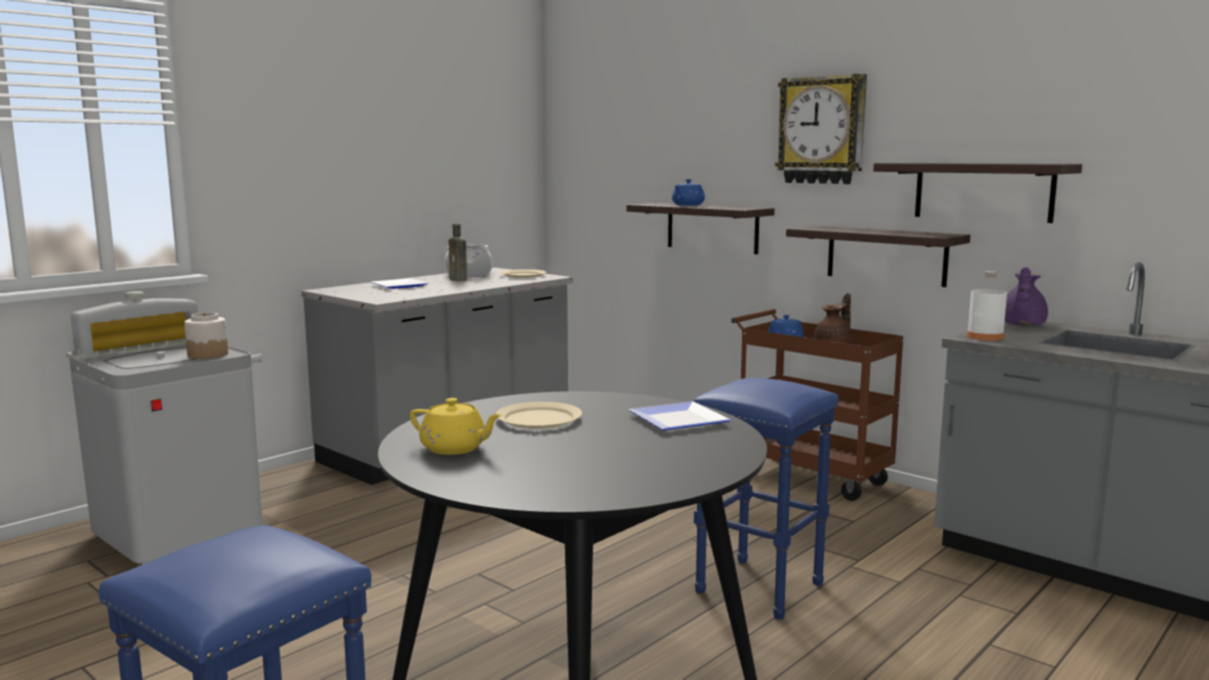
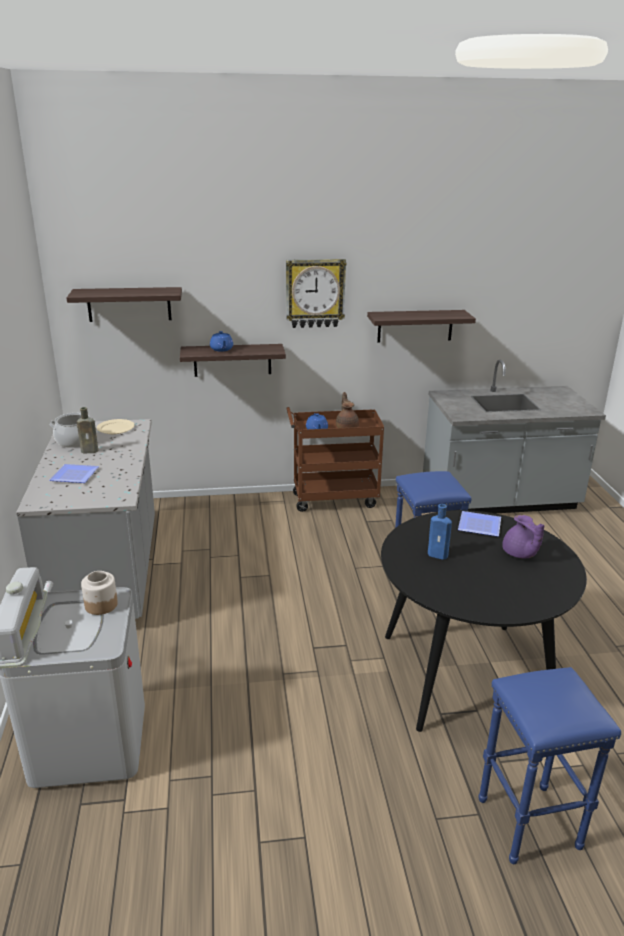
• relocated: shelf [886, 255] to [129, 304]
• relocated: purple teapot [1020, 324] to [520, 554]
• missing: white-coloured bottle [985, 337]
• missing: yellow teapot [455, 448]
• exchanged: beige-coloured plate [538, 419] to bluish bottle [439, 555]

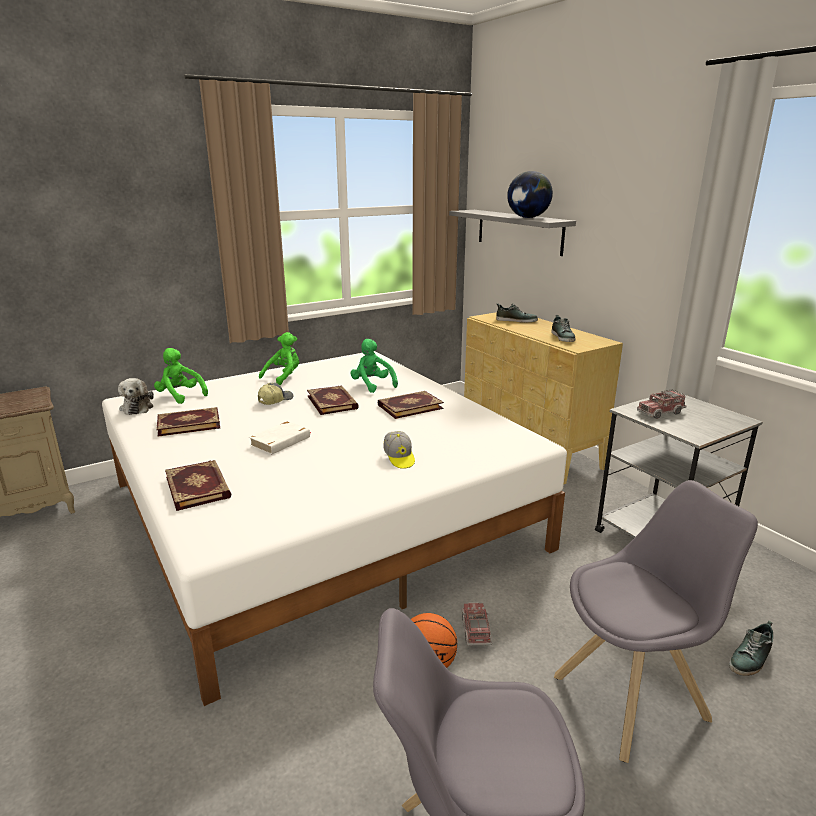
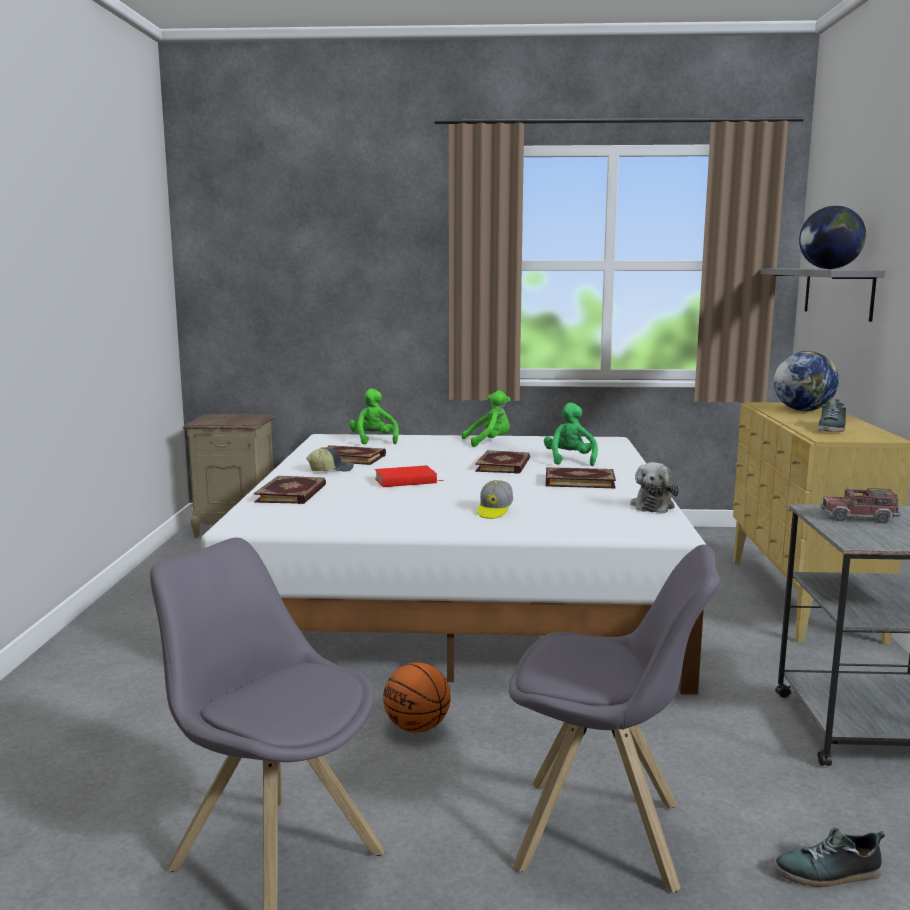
• exchanged: shoe [516, 320] to globe [803, 410]
• relocated: plush toy [137, 407] to [653, 505]
• relocated: baseball cap [275, 400] to [331, 469]
• colour: white-coloured bound book [280, 441] to reddish bound book [406, 481]
• missing: toy truck [475, 630]

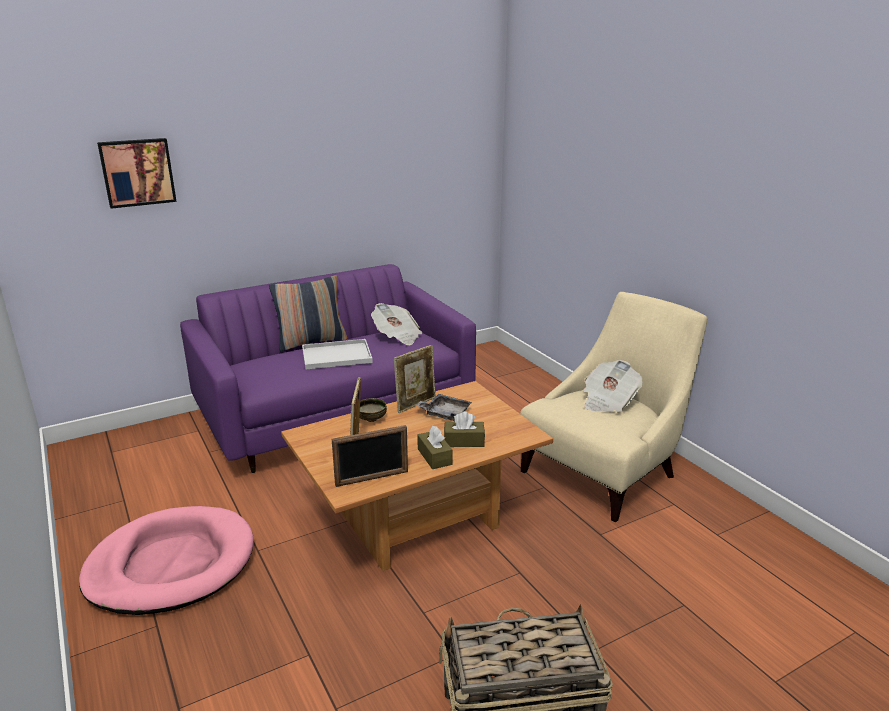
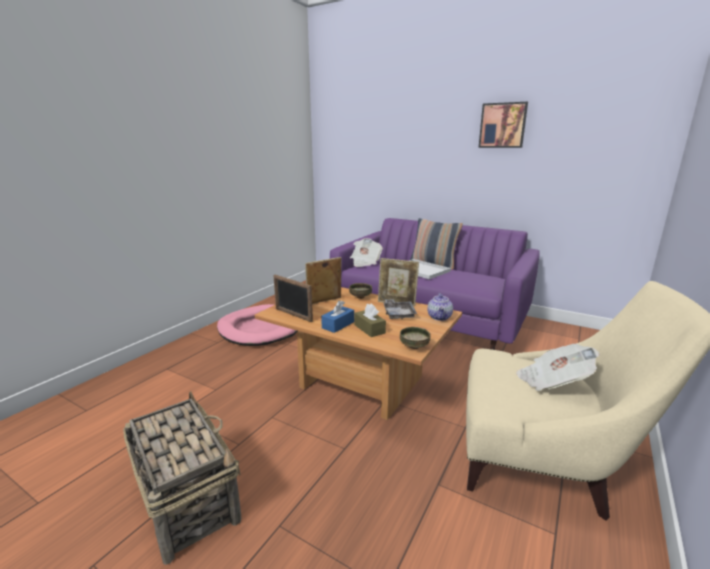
• relocated: wall art [137, 172] to [503, 125]
• relocated: newspaper [397, 336] to [364, 262]
• colour: brownish tissue box [434, 456] to bluish tissue box [338, 325]
• appeared: teapot [440, 317]
• appeared: bowl [414, 346]

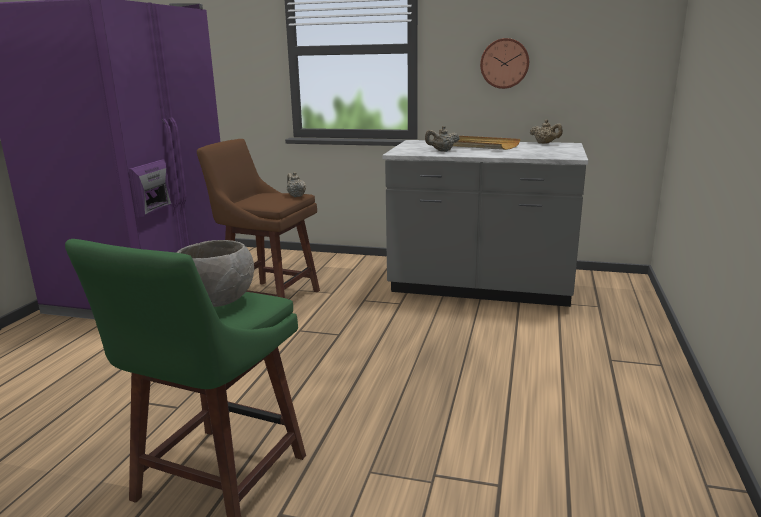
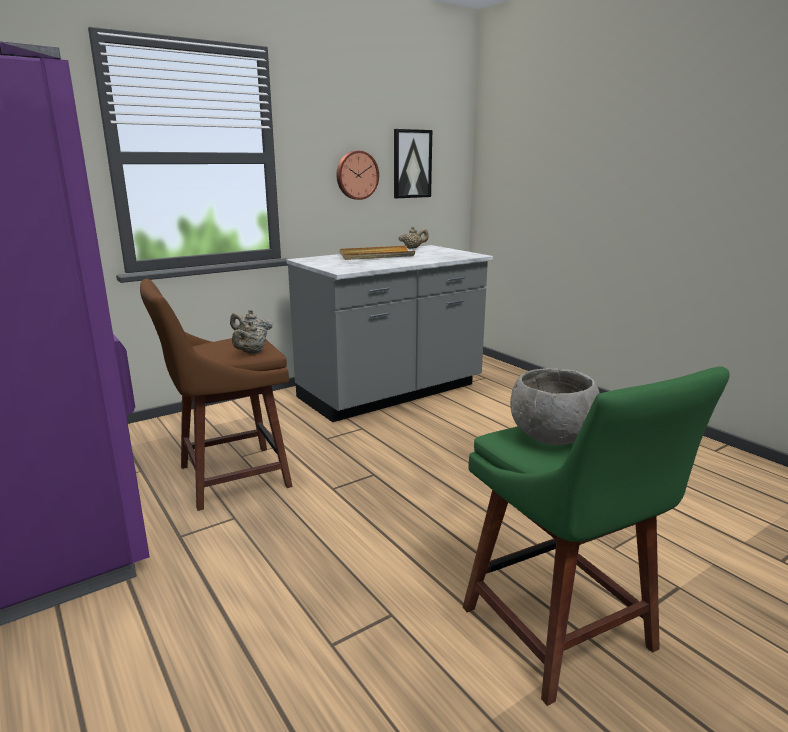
• relocated: beige-coloured teapot [442, 151] to [251, 353]
• appeared: wall art [412, 164]

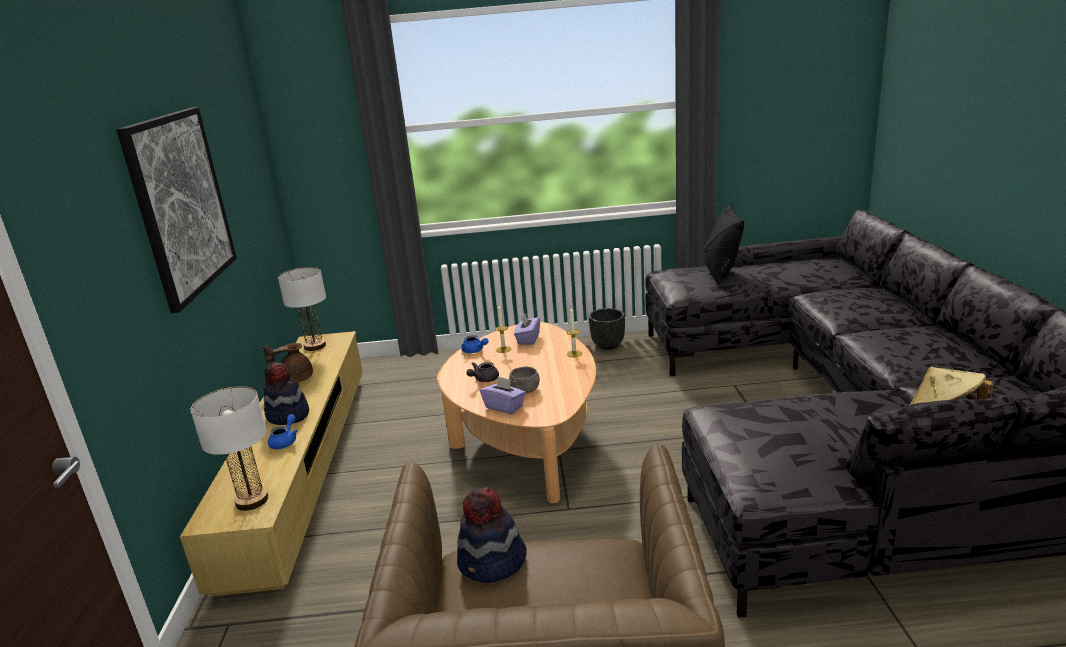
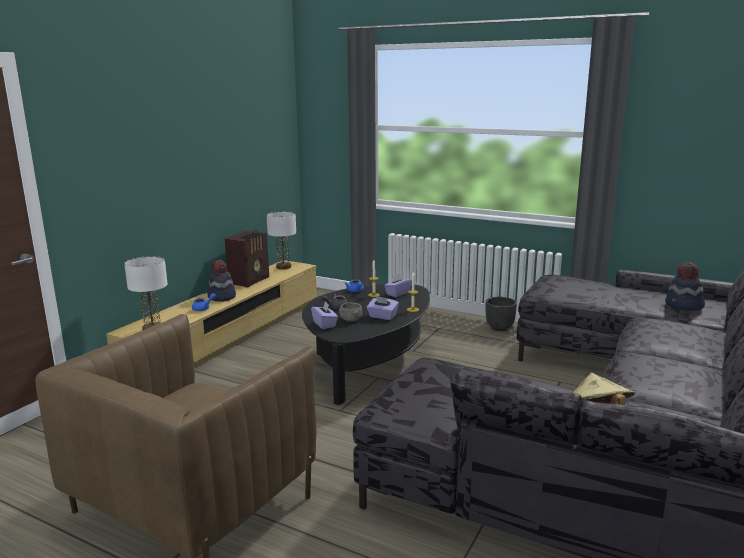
• missing: wall art [181, 204]
• missing: black throw pillow [721, 273]
• colour: beige-coloured lounge table [527, 438] to black lounge table [368, 364]
• exchanged: brownish teapot [295, 379] to radio set [250, 280]
• relocated: clothing hat [492, 563] to [684, 306]
• appeared: purple tissue box [382, 316]

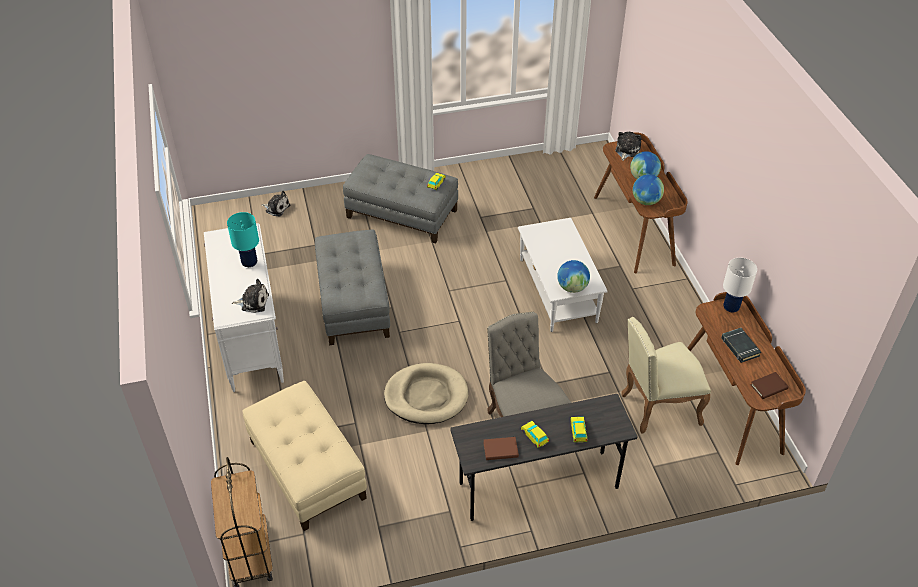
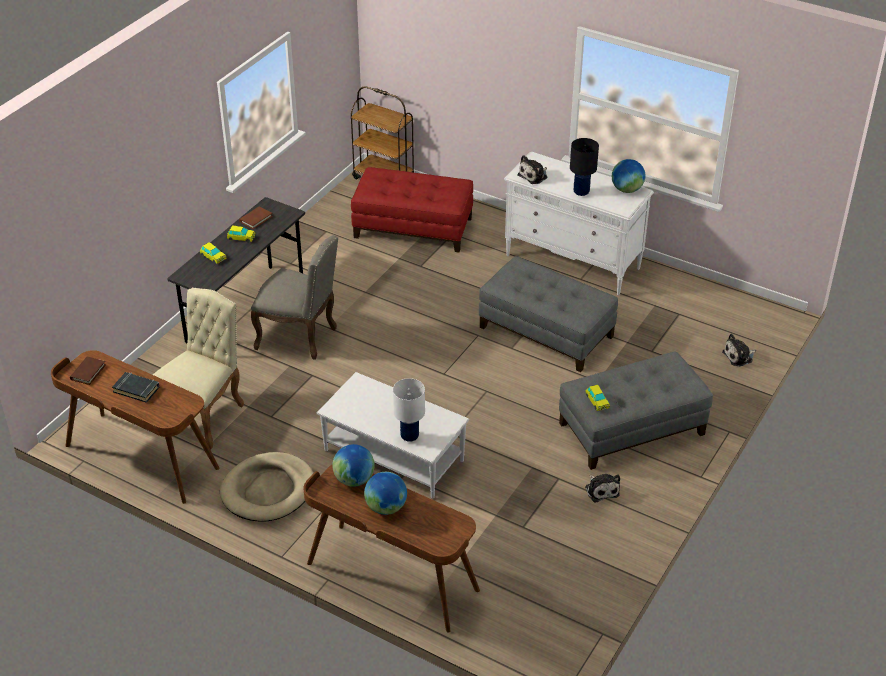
• relocated: plush toy [626, 150] to [601, 490]
• colour: blue-green table lamp [249, 263] to black table lamp [581, 193]
• relocated: white-coloured table lamp [731, 308] to [409, 437]
• relocated: globe [572, 287] to [627, 190]
• relocated: beige-coloured pet bed [426, 396] to [268, 490]
• colour: beige-coloured pouffe [306, 469] to reddish pouffe [413, 227]

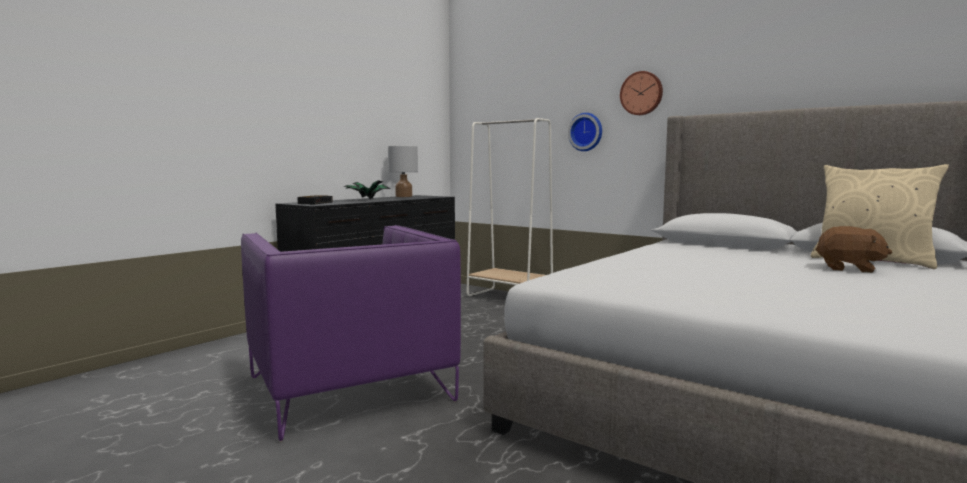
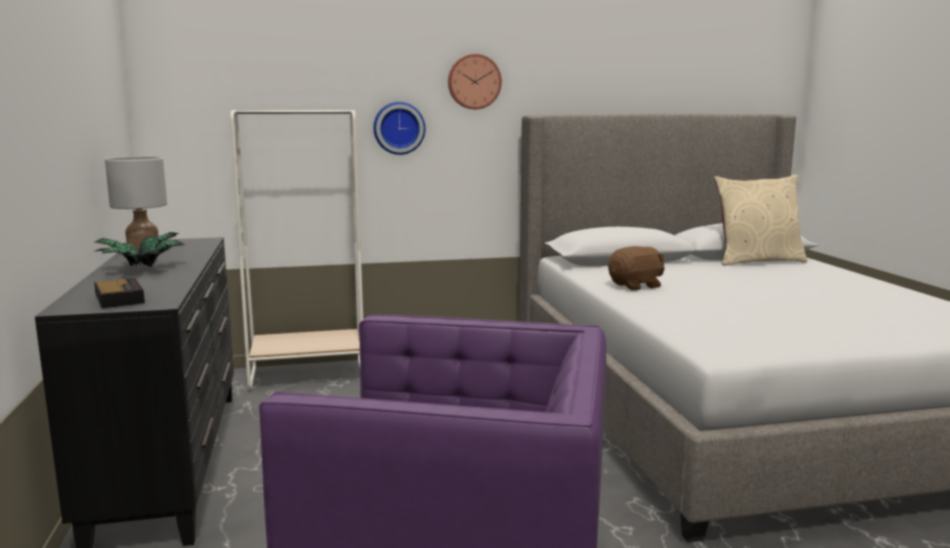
• relocated: brownish plush toy [849, 269] to [636, 286]

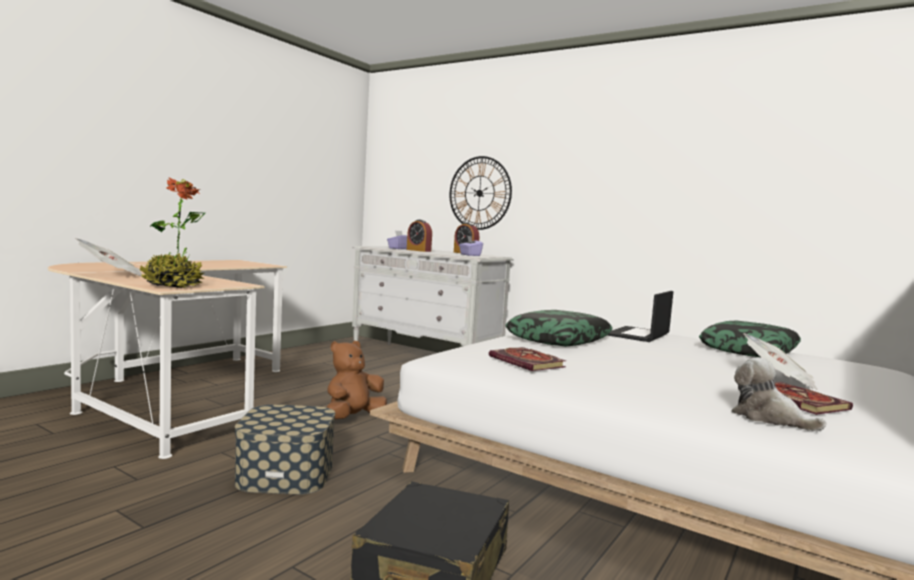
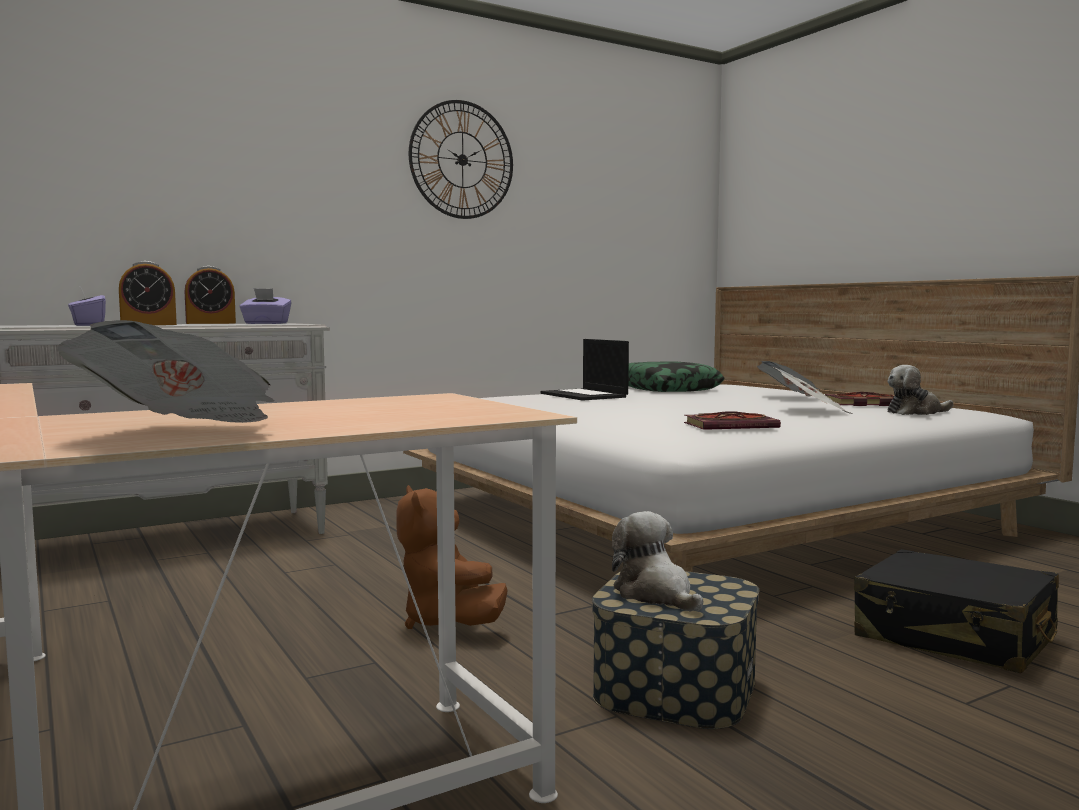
• relocated: wall clock [479, 193] to [462, 160]
• missing: potted plant [173, 285]
• missing: throw pillow [559, 339]
• appeared: newspaper [812, 411]
• appeared: plush toy [656, 595]

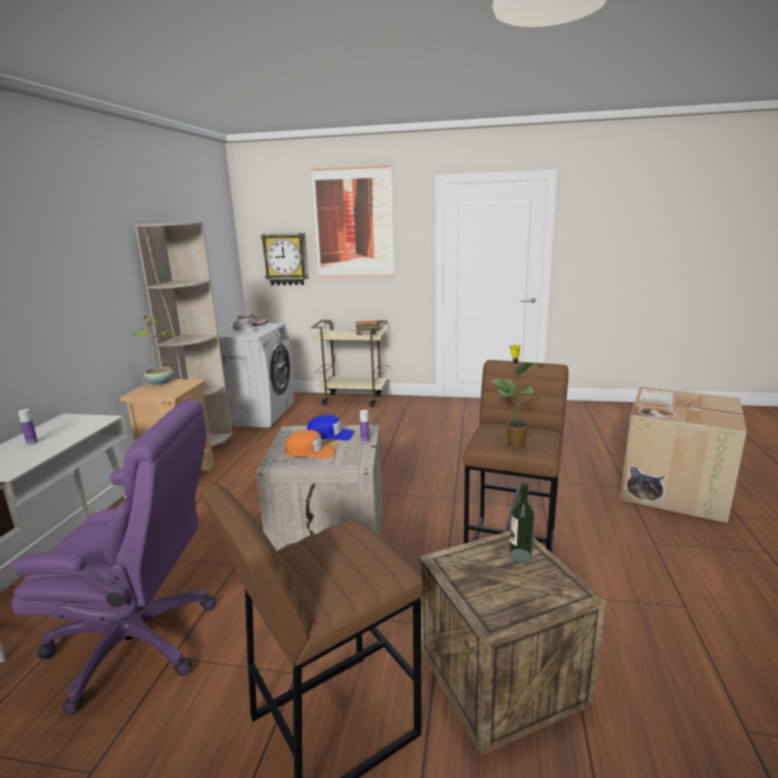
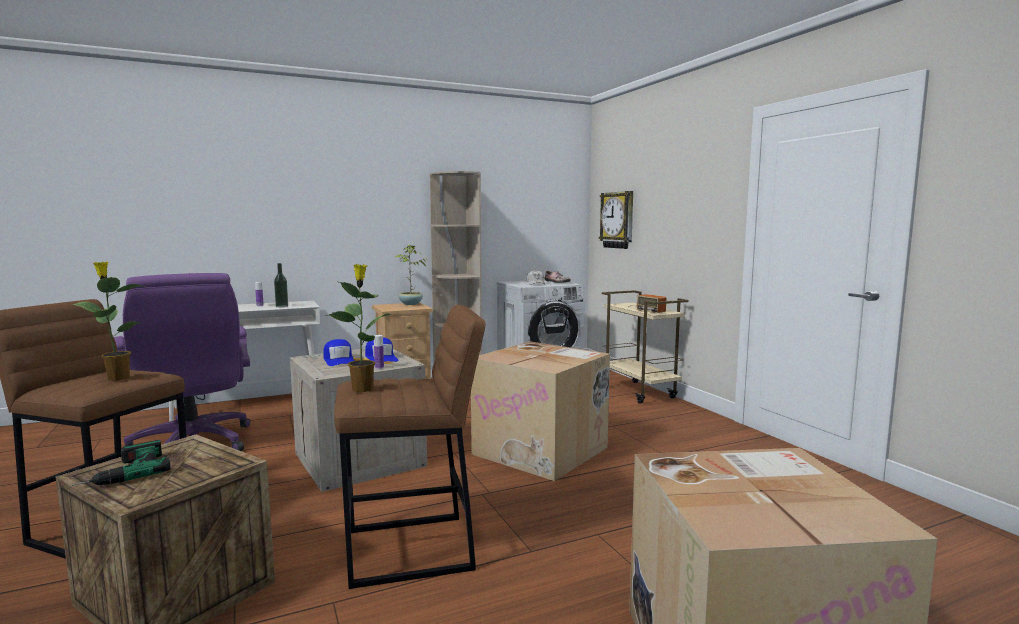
• missing: wall art [353, 223]
• colour: orangey baseball cap [310, 451] to bluish baseball cap [339, 360]
• relocated: bottle [520, 555] to [282, 306]
• appeared: potted plant [117, 378]
• appeared: cardboard box [542, 450]
• appeared: electric drill [121, 473]

